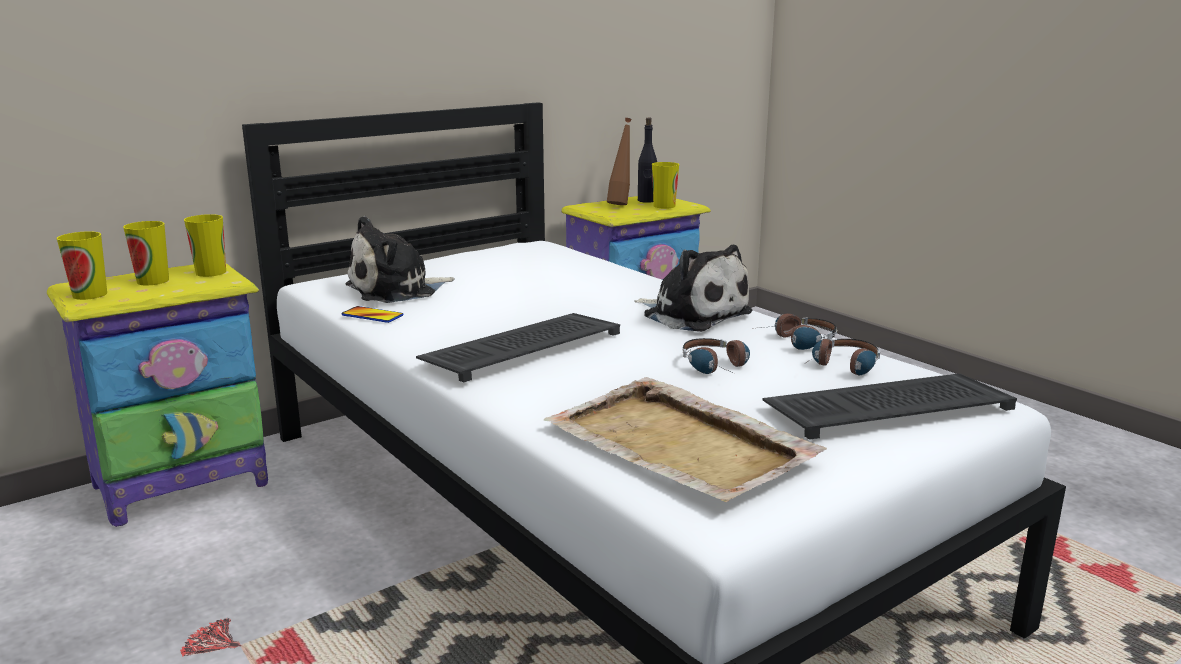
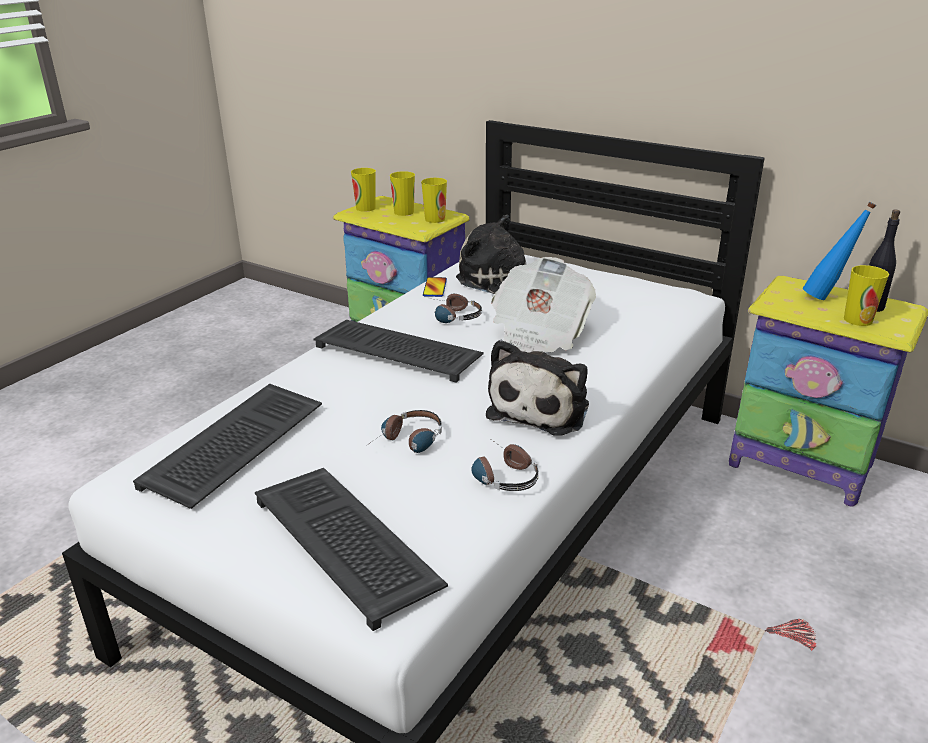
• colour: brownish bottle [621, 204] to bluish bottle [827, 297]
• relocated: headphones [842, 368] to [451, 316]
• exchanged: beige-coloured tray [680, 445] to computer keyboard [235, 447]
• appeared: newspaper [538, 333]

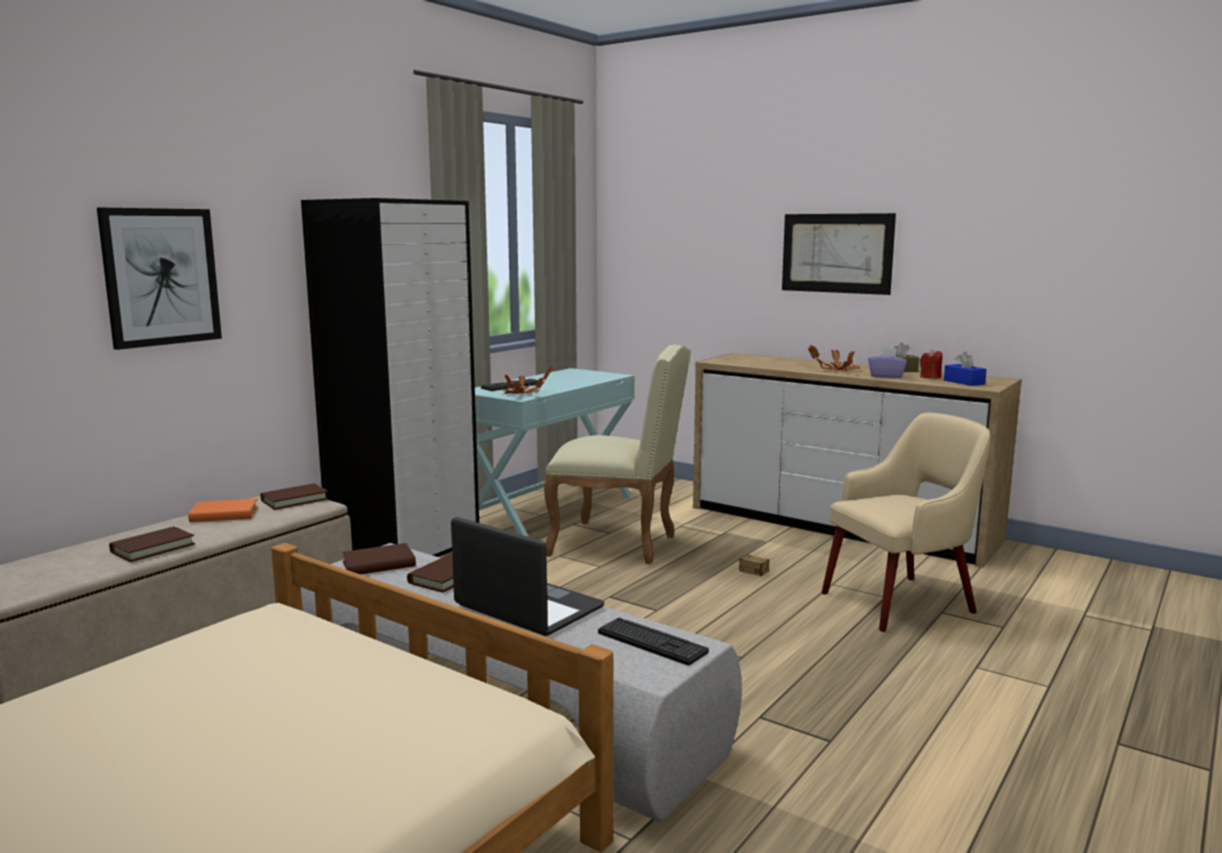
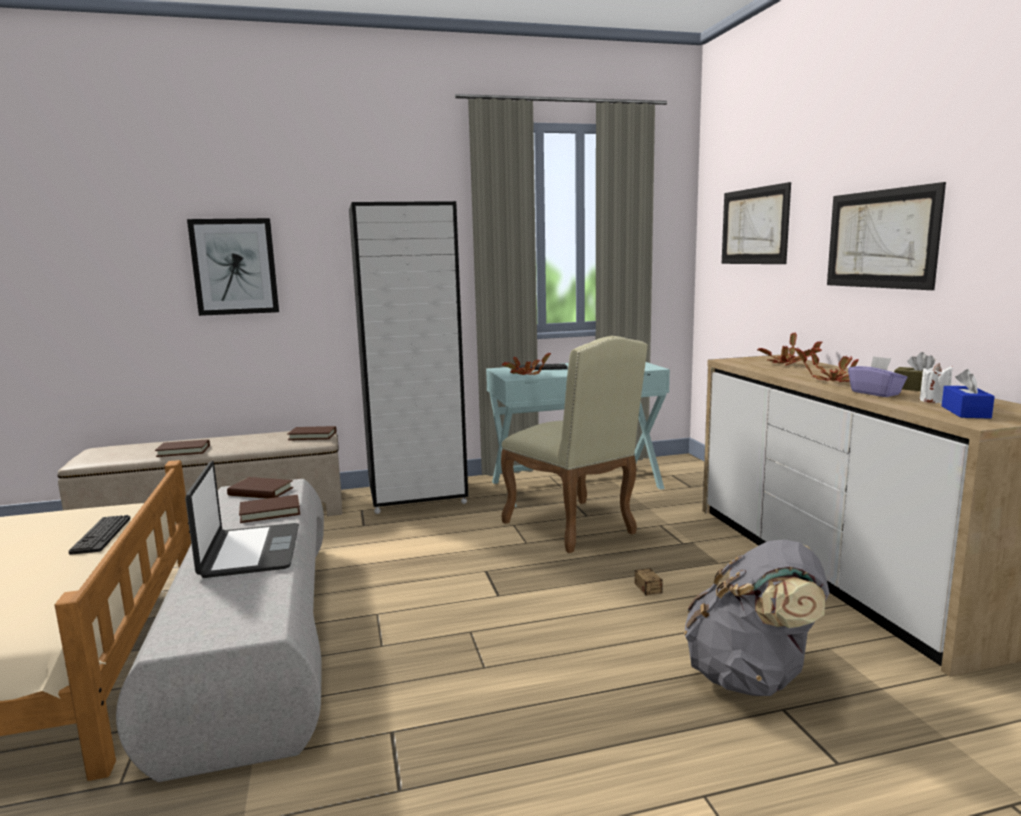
• colour: reddish wax candle [930, 377] to white-coloured wax candle [934, 401]
• exchanged: beige-coloured easy chair [901, 602] to gray rucksack [752, 677]
• missing: orangey bound book [224, 515]
• relocated: computer keyboard [652, 642] to [101, 535]
• appeared: wall art [754, 226]
• appeared: potted plant [788, 363]

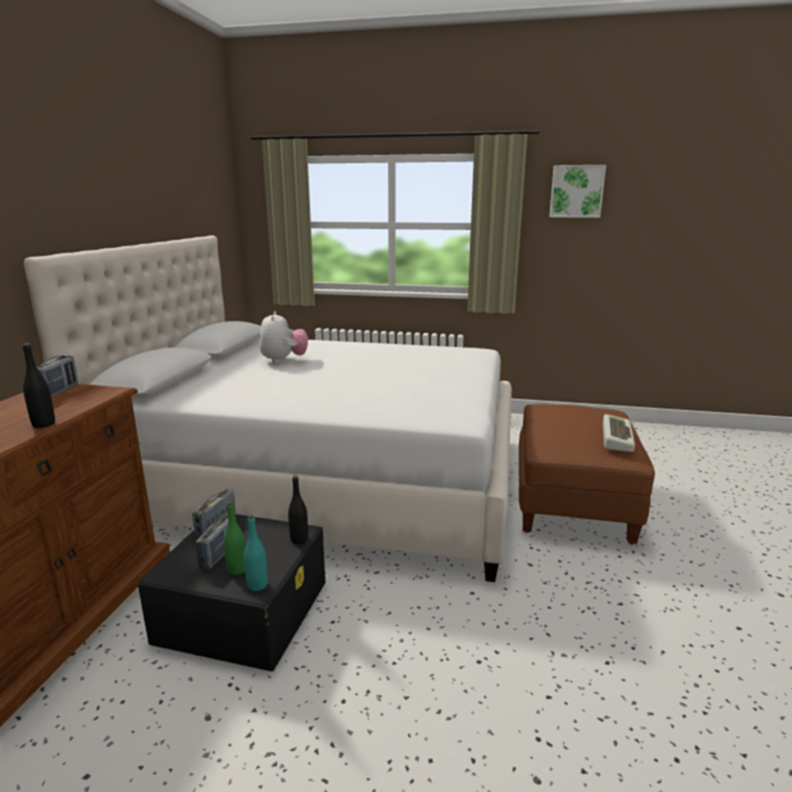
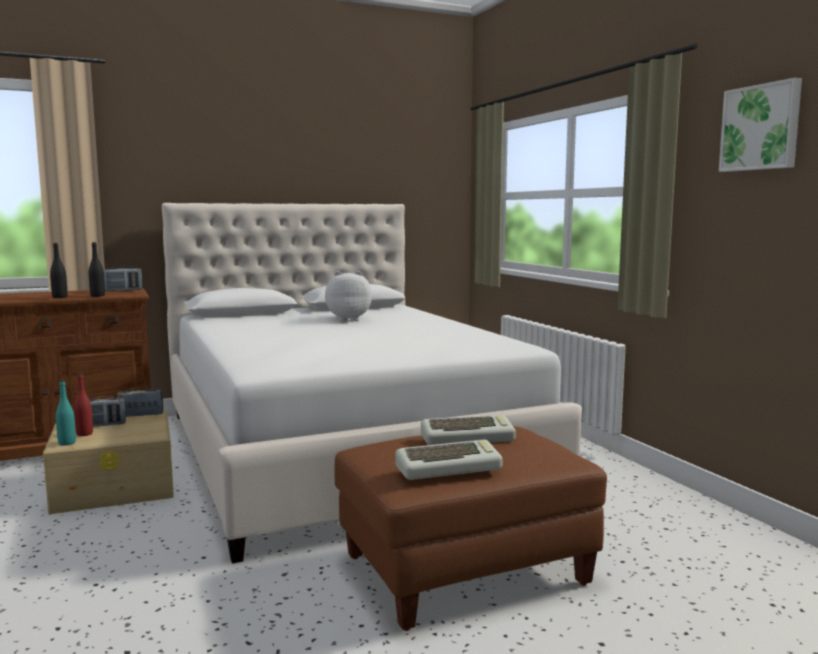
• spun: plush toy [284, 360] = [348, 319] 150 degrees counterclockwise
• relocated: black bottle [299, 539] to [97, 296]
• colour: greenish bottle [237, 570] to reddish bottle [84, 434]
• colour: black storage container [244, 609] to beige-coloured storage container [116, 485]
• appeared: computer keyboard [468, 438]

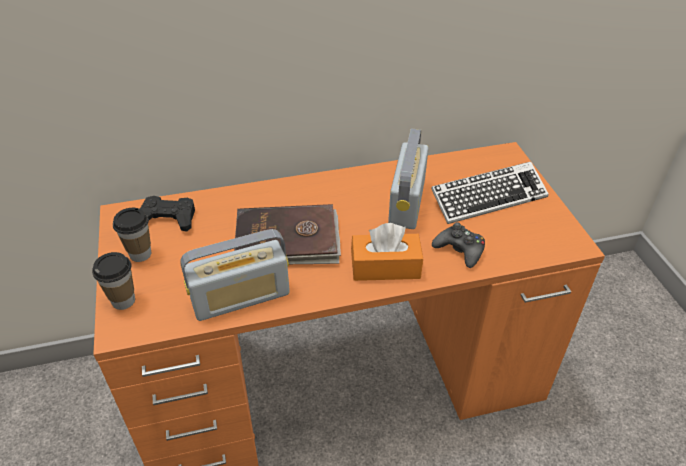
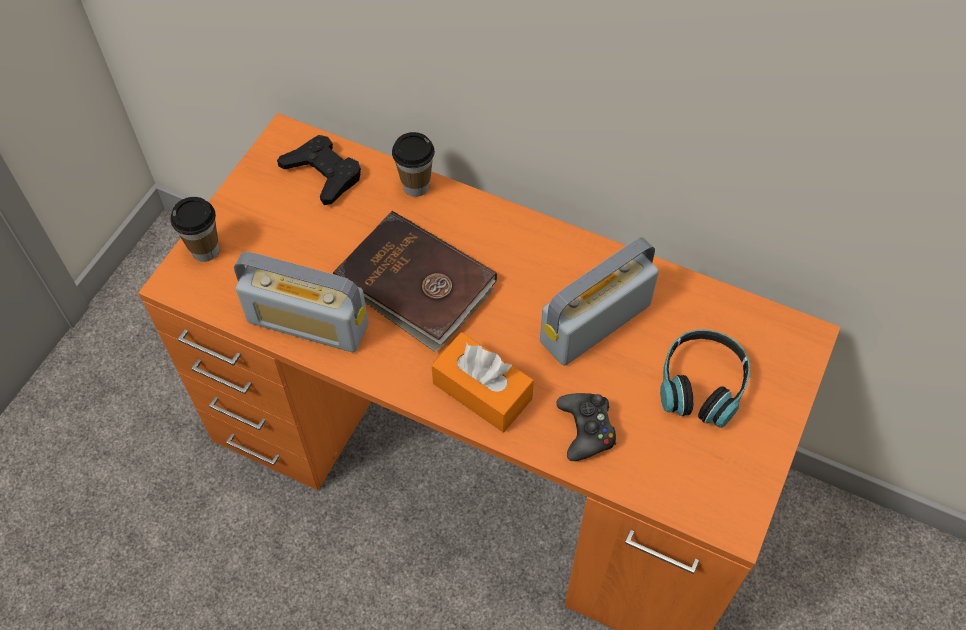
• exchanged: computer keyboard [488, 198] to headphones [701, 385]
• relocated: small cup [140, 254] to [416, 186]

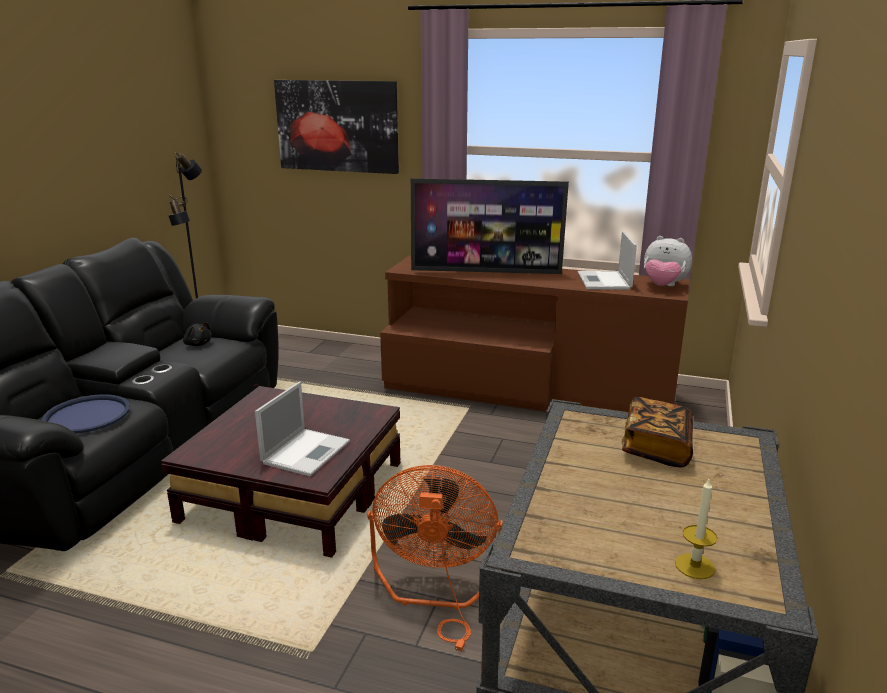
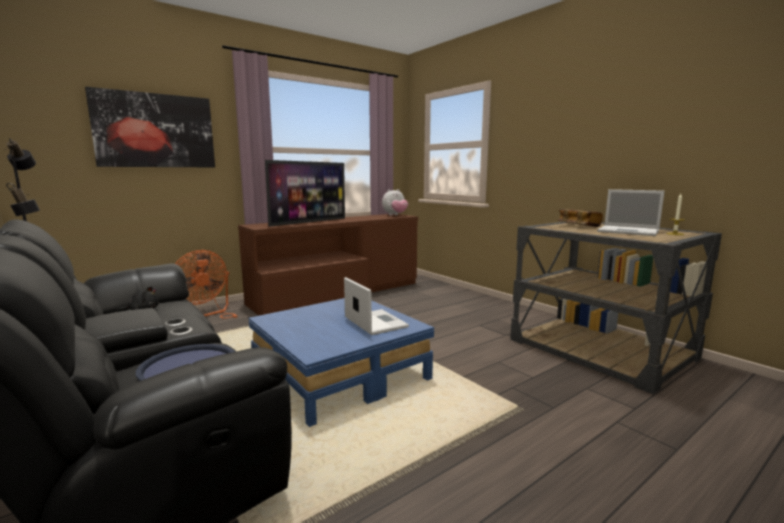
• relocated: notebook computer [604, 281] to [629, 231]
• colour: brownish lounge table [293, 491] to bluish lounge table [338, 373]
• relocated: orangey electric fan [438, 593] to [207, 313]

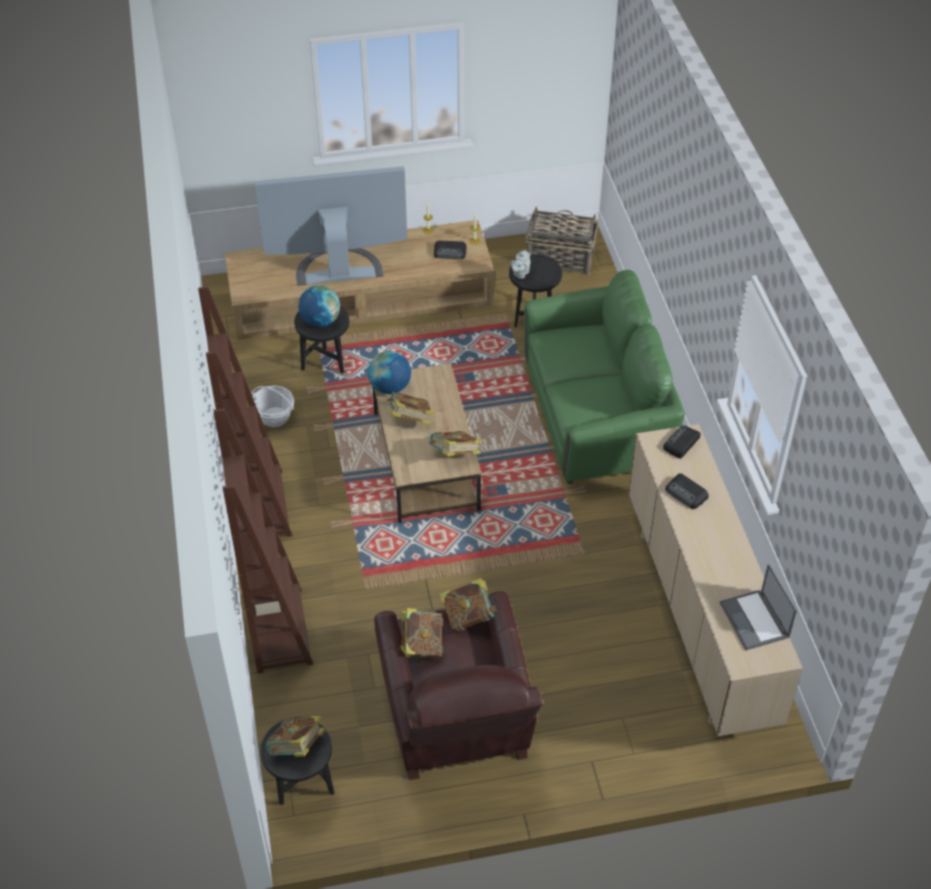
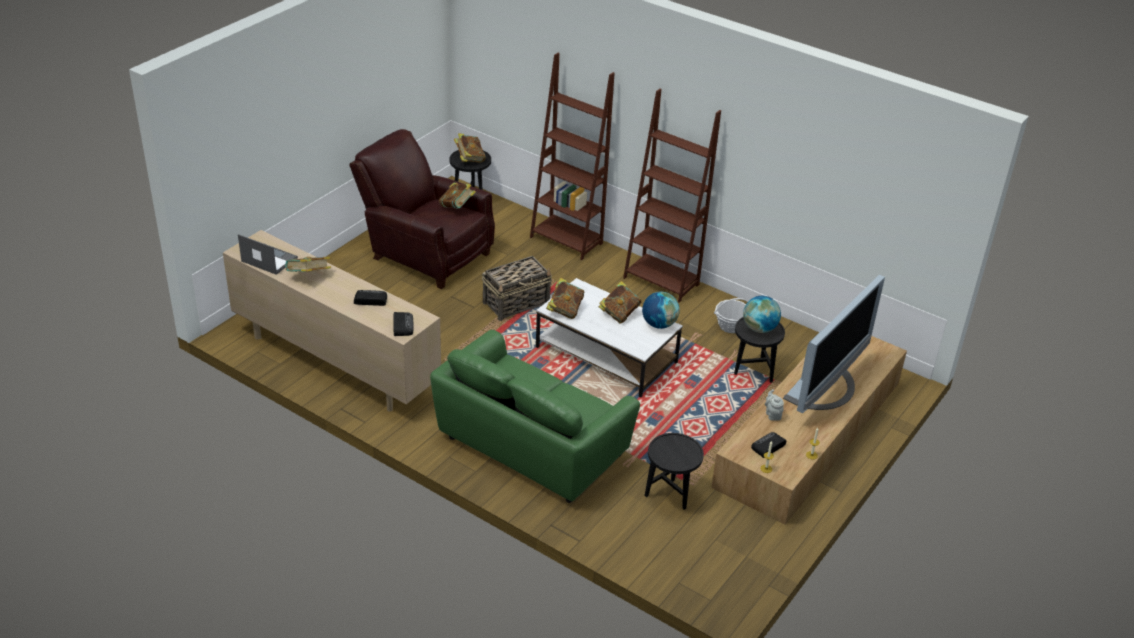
• relocated: storage basket [559, 258] to [517, 303]
• relocated: gray teapot [520, 274] to [772, 414]
• colour: brownish lounge table [426, 461] to white-coloured lounge table [605, 354]
• relocated: bound book [468, 616] to [309, 277]

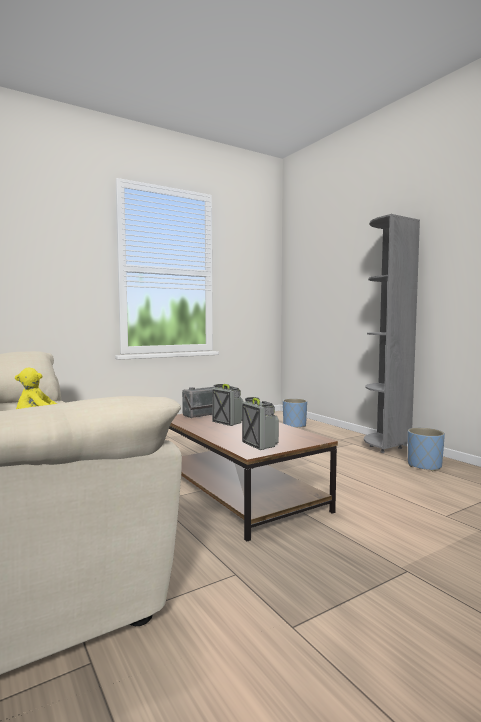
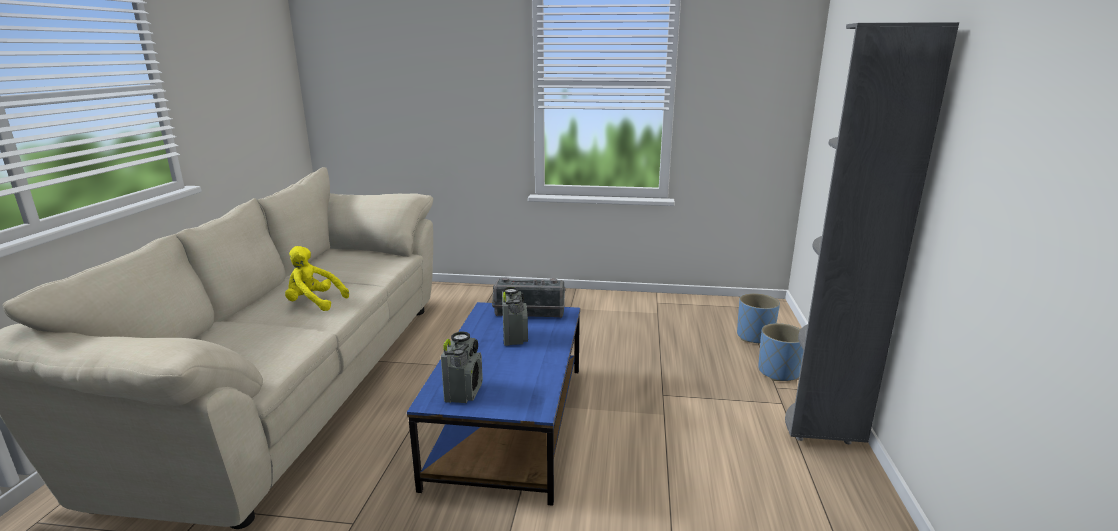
• colour: brownish lounge table [236, 491] to bluish lounge table [510, 421]
• relocated: bluish planter [424, 466] to [778, 372]

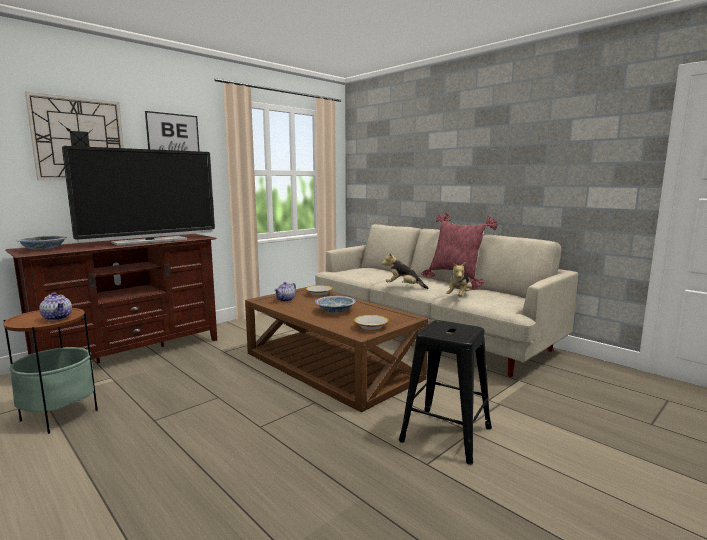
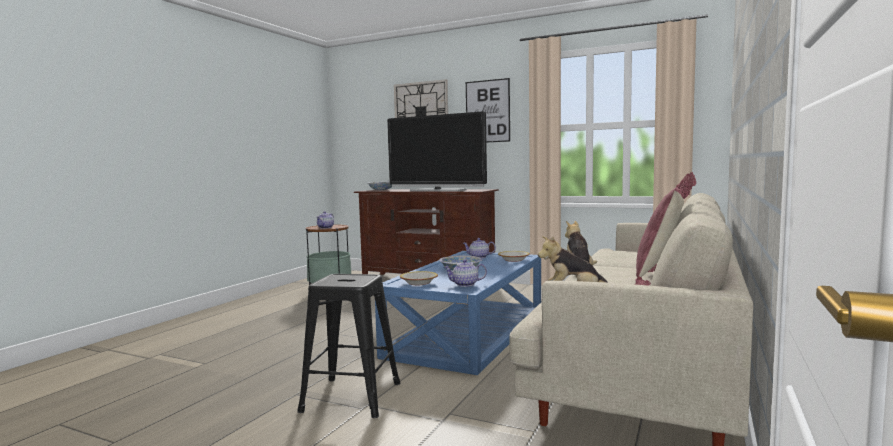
• colour: brownish lounge table [331, 365] to bluish lounge table [470, 333]
• appeared: teapot [465, 284]

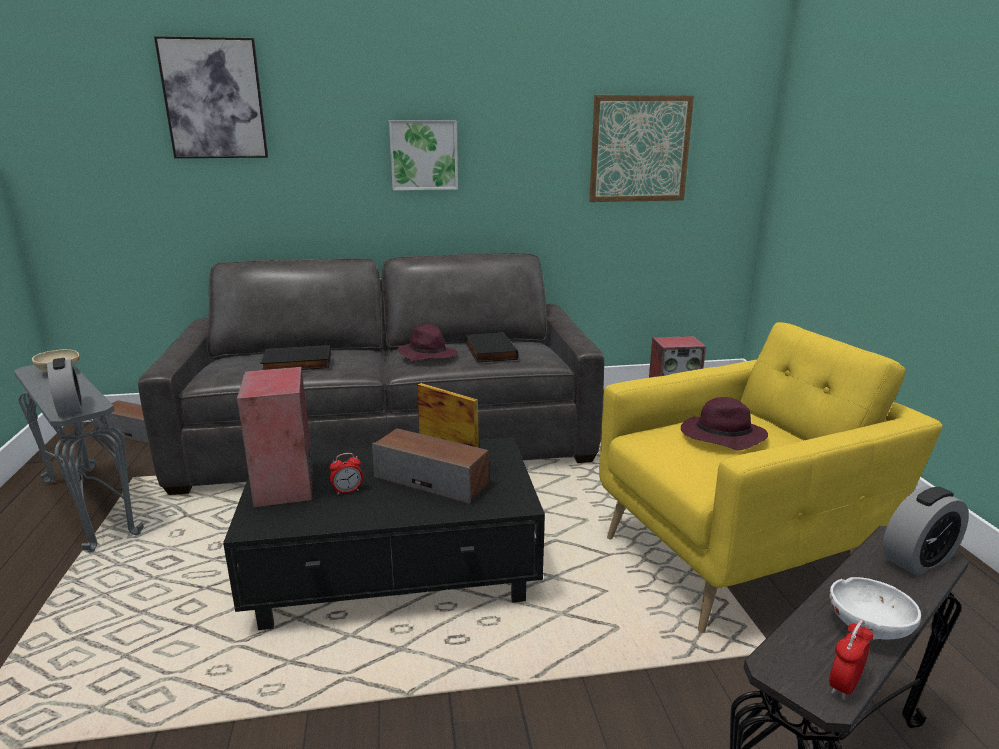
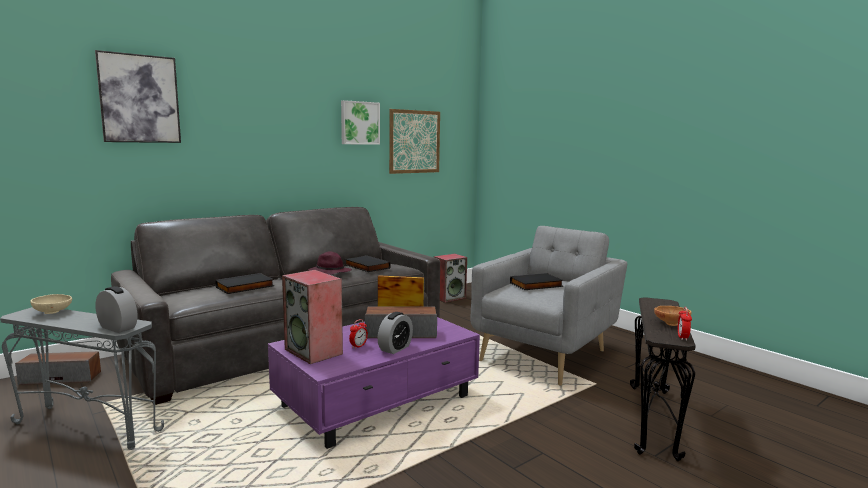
• relocated: wall art [423, 155] to [359, 123]
• colour: yellow easy chair [738, 555] to gray easy chair [547, 354]
• exchanged: purple clothing hat [721, 437] to black bound book [536, 285]
• colour: black lounge table [397, 570] to purple lounge table [379, 401]
• relocated: alarm clock [918, 559] to [395, 348]
• colour: white-coloured bowl [868, 627] to brownish bowl [671, 323]

